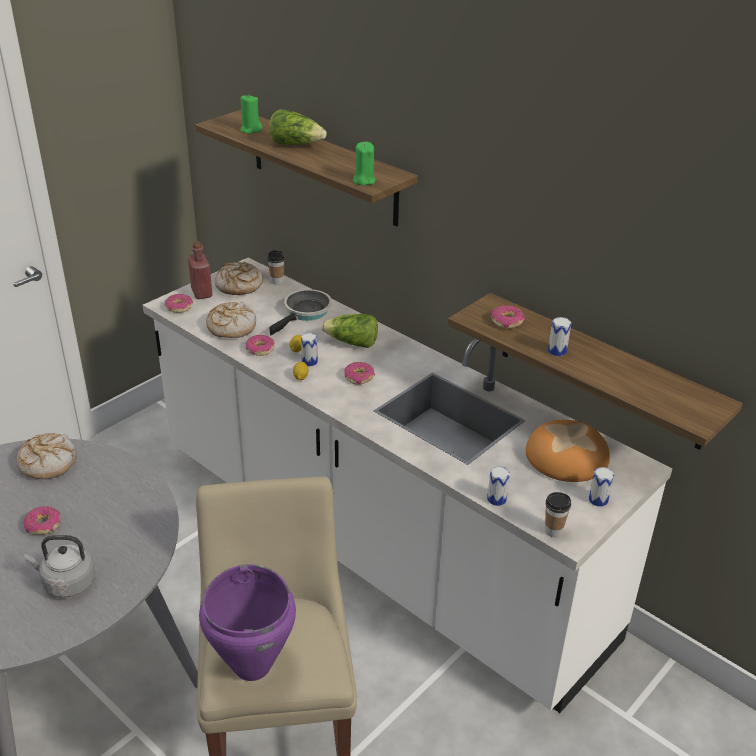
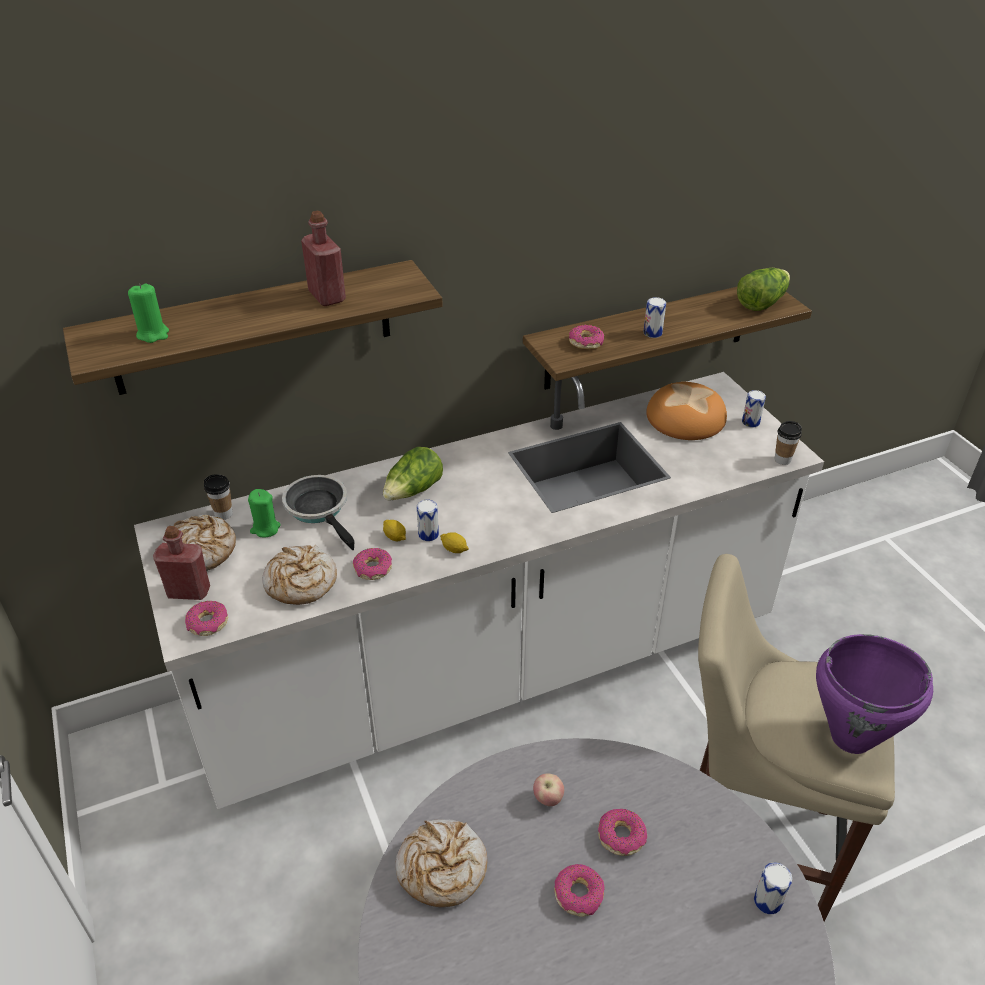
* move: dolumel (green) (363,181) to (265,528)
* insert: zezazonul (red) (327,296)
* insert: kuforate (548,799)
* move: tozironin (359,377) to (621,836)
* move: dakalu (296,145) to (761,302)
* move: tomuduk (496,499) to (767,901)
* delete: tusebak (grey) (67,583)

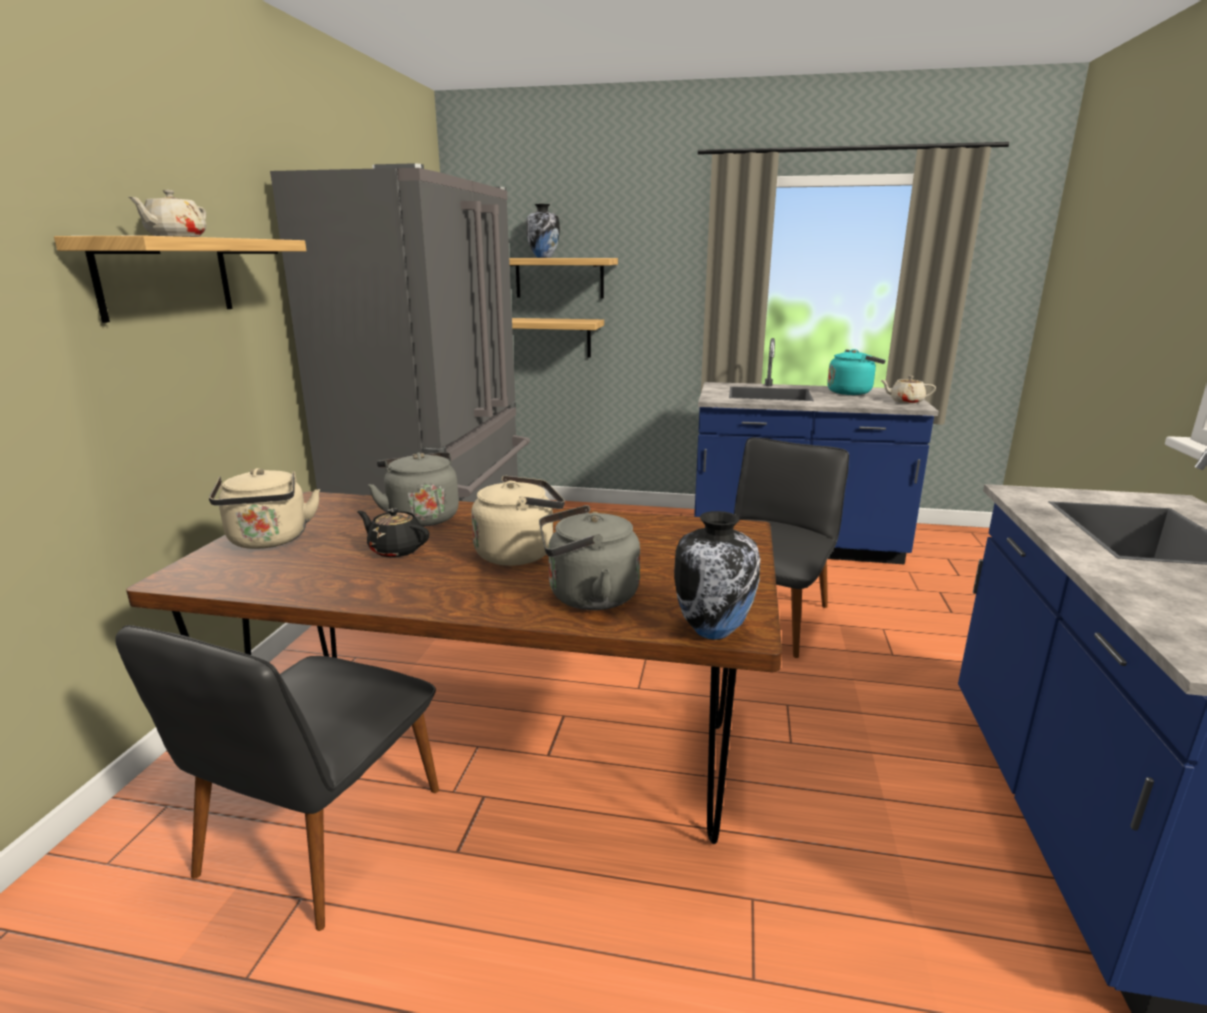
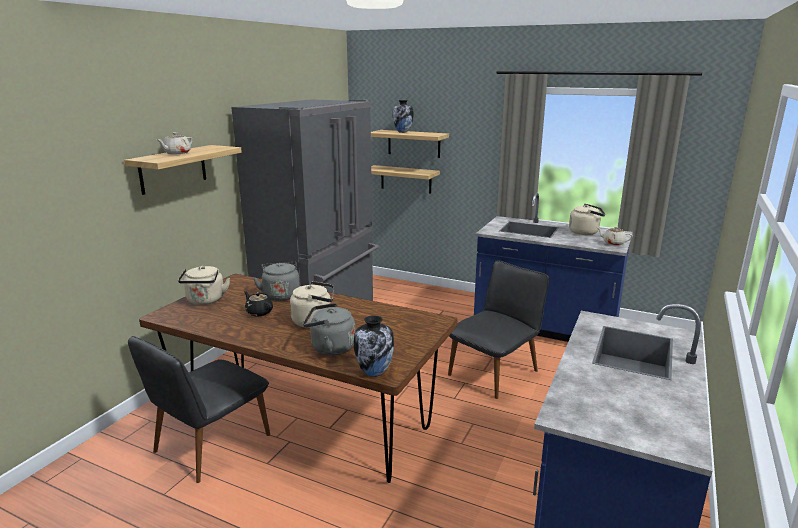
* recolor: tusebak (turquoise) (852,392) to tusebak (beige) (585,232)

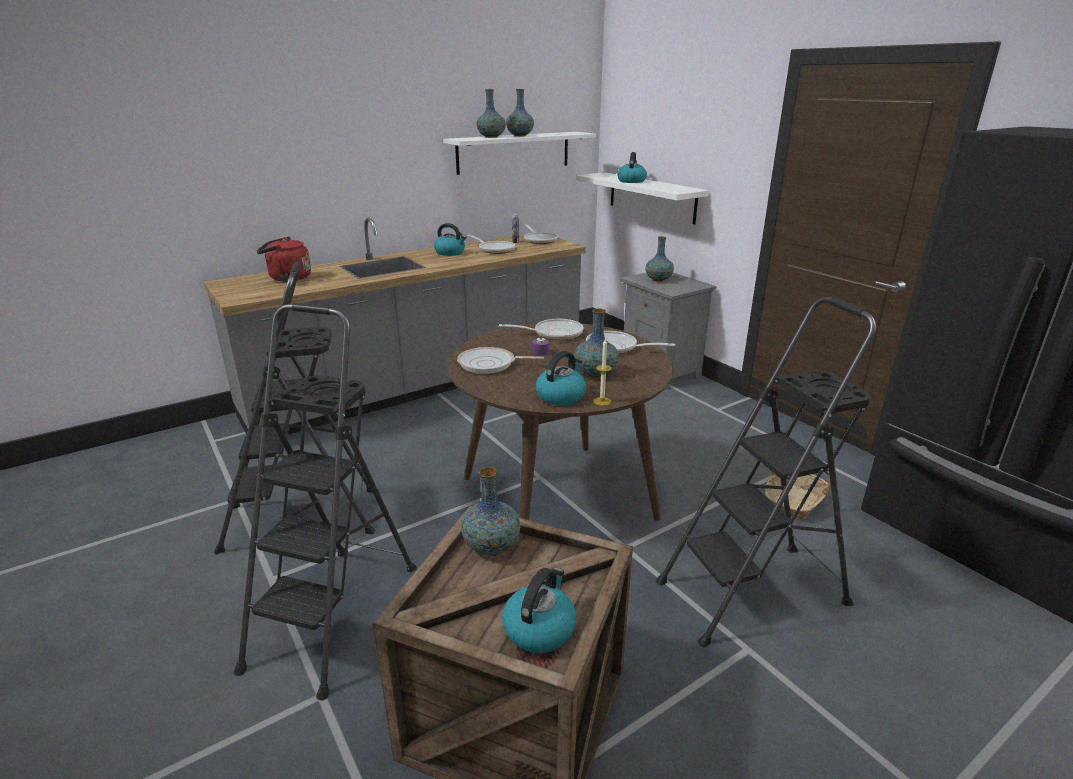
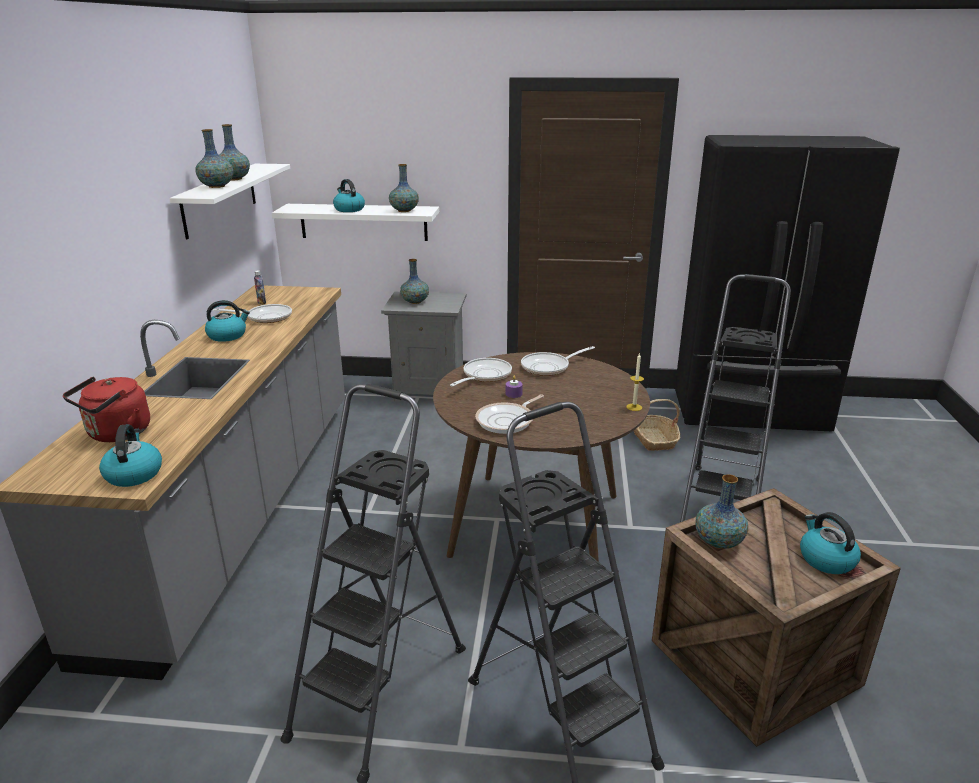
* move: tusebak (561,396) to (134,474)
* move: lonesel (595,373) to (404,210)
* delete: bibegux (539,240)

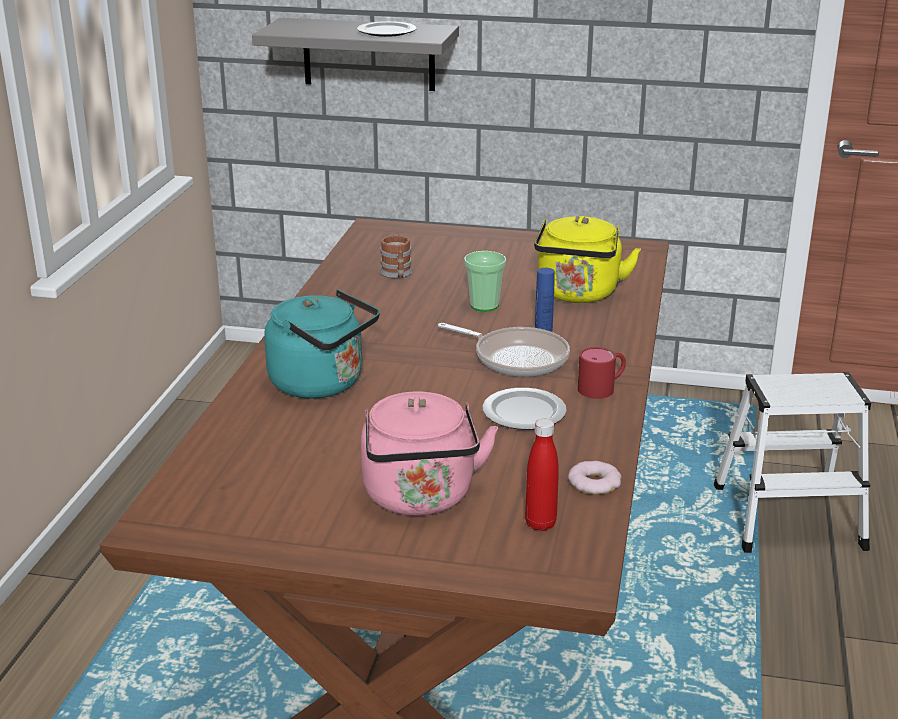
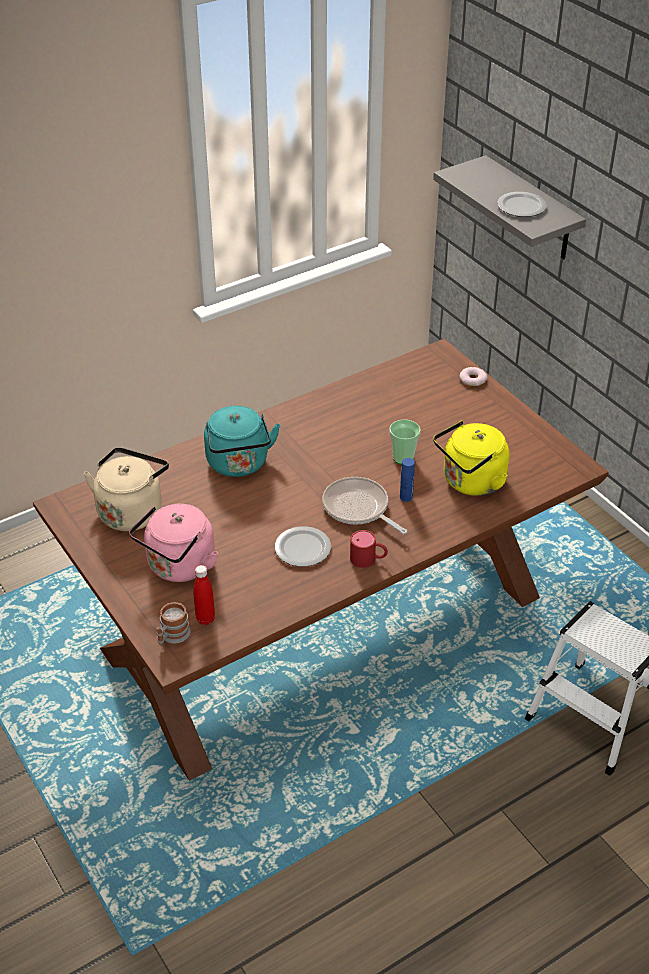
* insert: tusebak (beige) (131,511)
* move: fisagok (397,274) to (172,636)
* rotate: bibegux (516,357) = (358,508) 150 degrees clockwise
* move: tozironin (594,483) to (473,379)

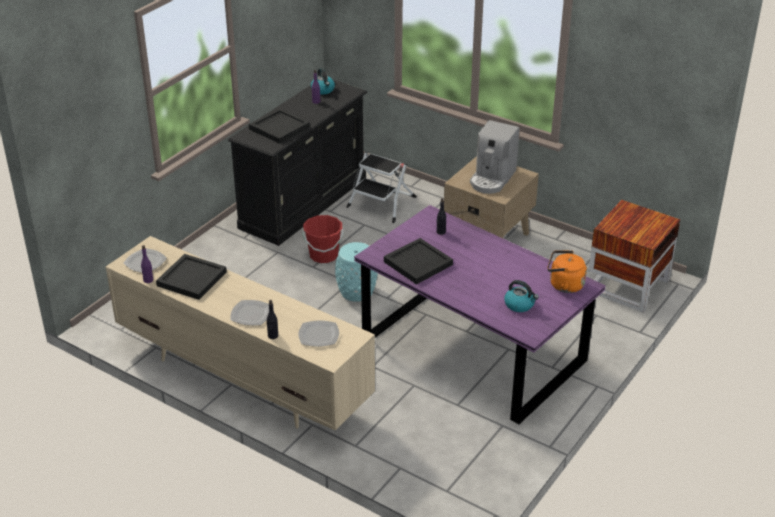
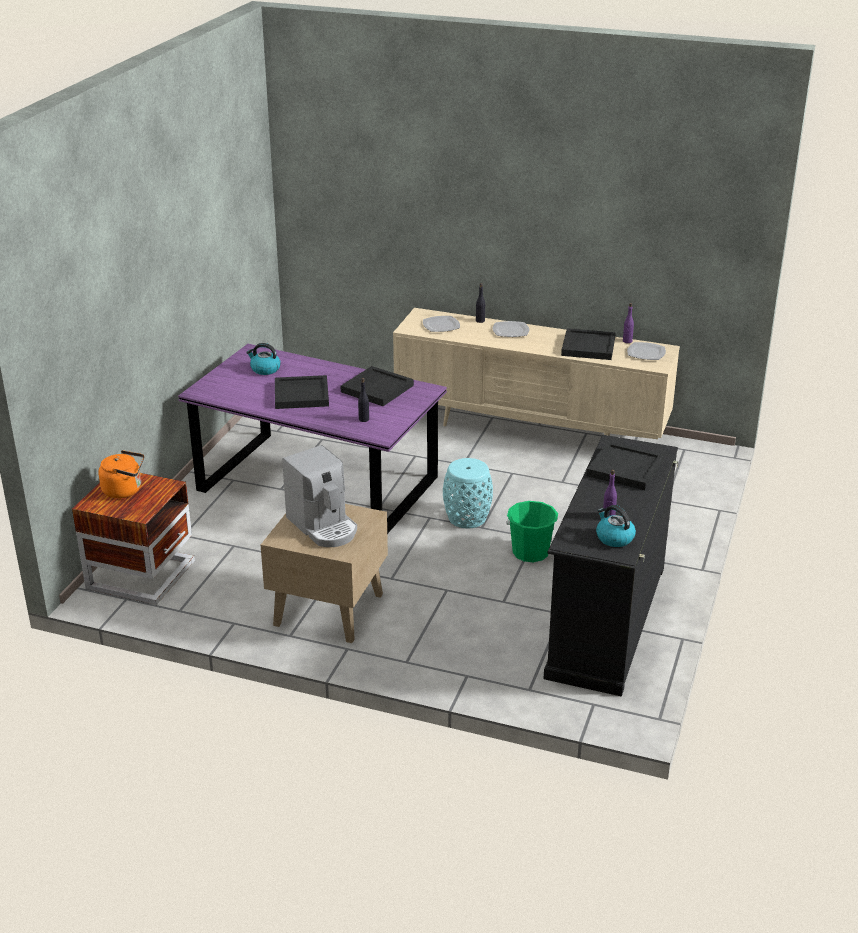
* move: tusebak (orange) (564,285) to (125,490)
* insert: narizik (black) (302,394)
* rotate: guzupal (492,179) = (323,526) 135 degrees clockwise
* recolor: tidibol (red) (323,255) to tidibol (green) (530,552)
* delete: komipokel (382,203)

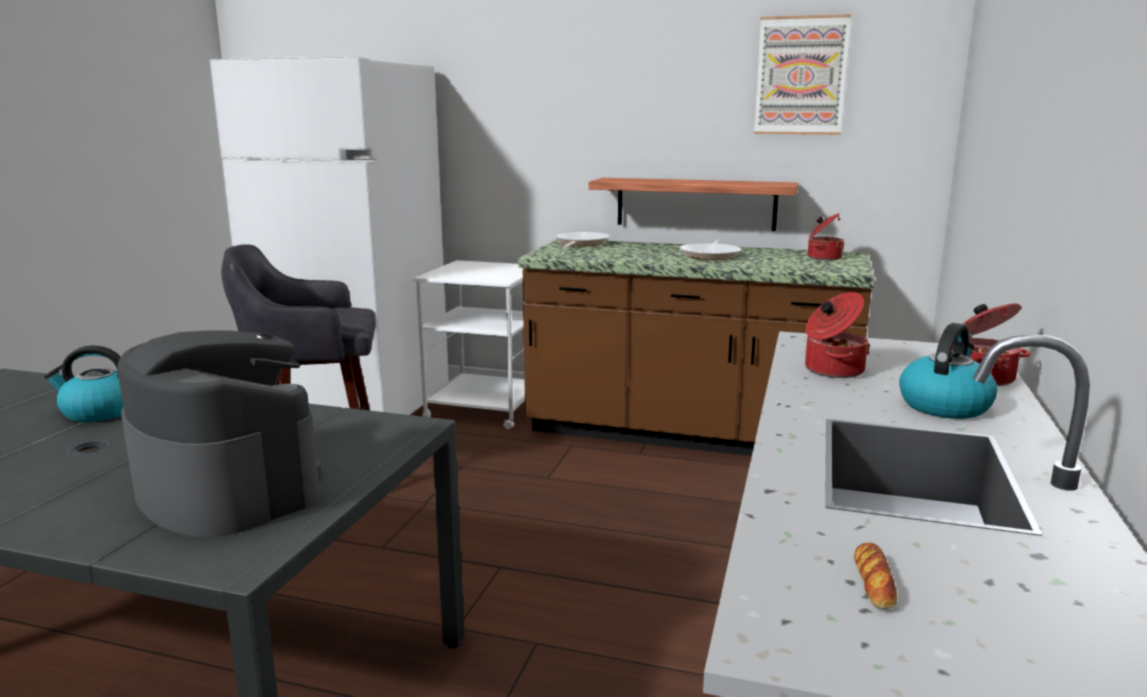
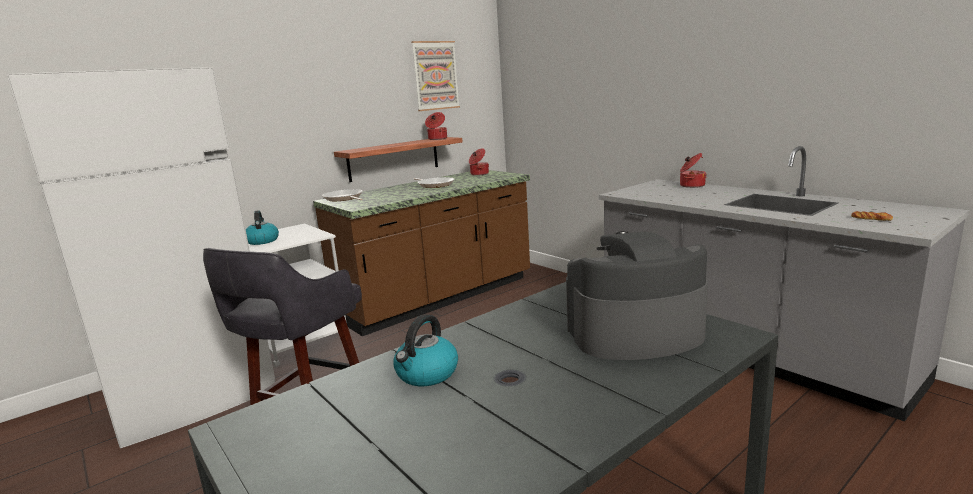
* move: tusebak (944,405) to (262,241)
* move: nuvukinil (832,370) to (437,139)

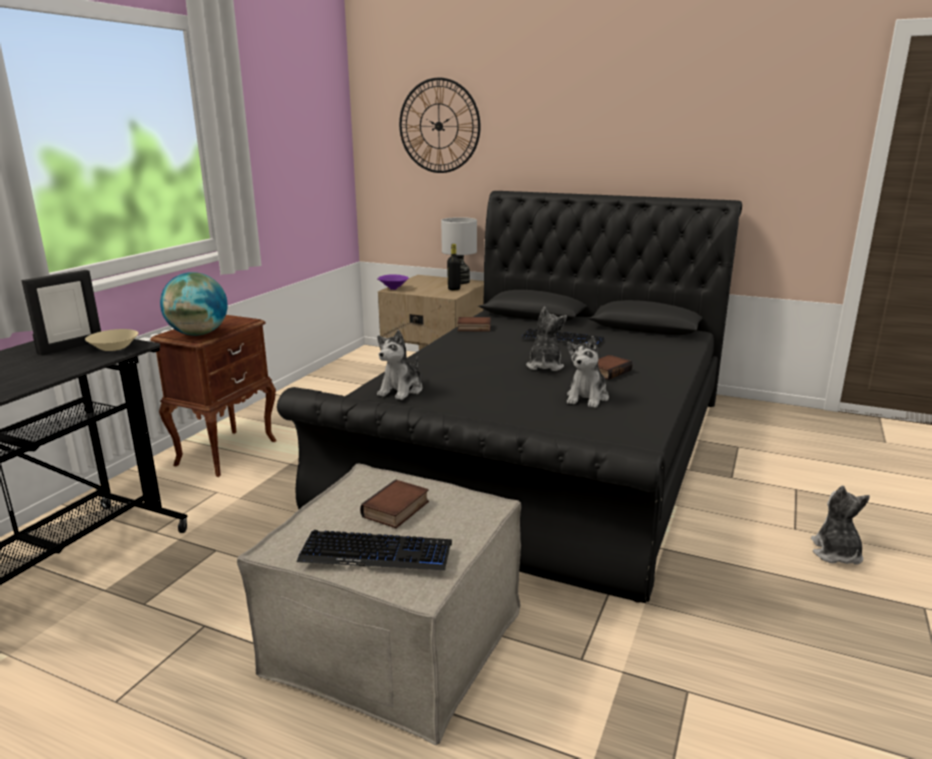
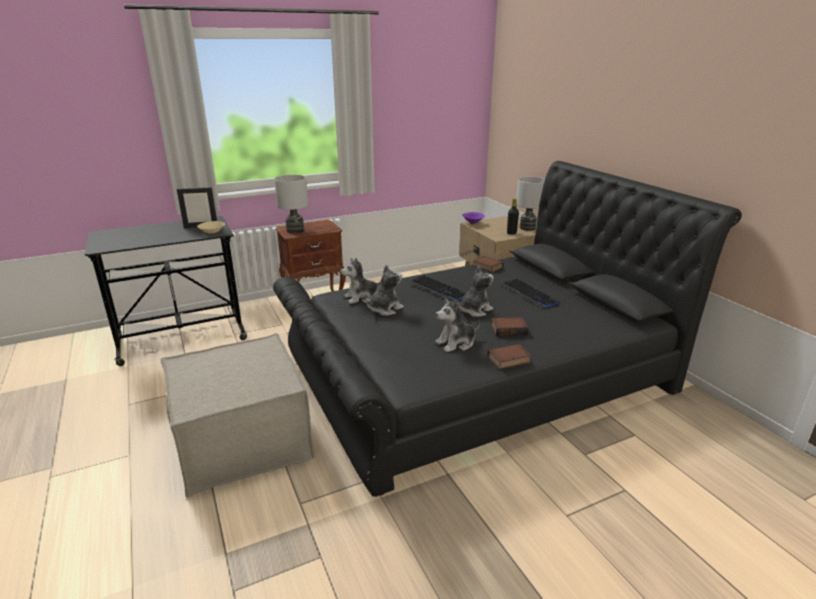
* replace: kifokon (198,334) to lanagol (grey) (295,230)
* move: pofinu (836,553) to (385,309)
* move: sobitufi (376,553) to (438,289)
* move: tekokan (396,510) to (509,360)
* delete: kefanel (439,126)

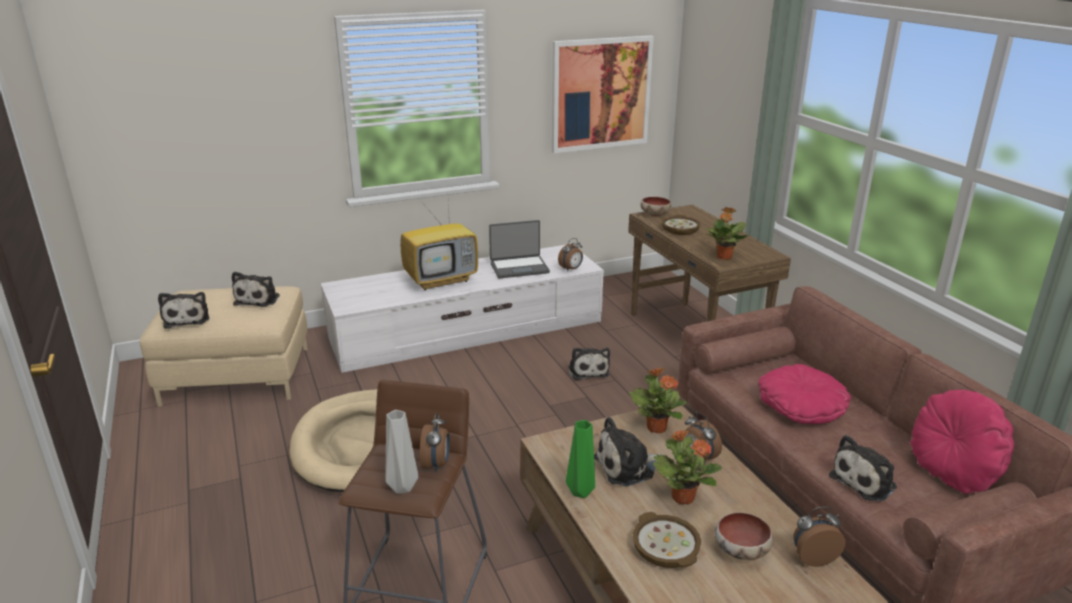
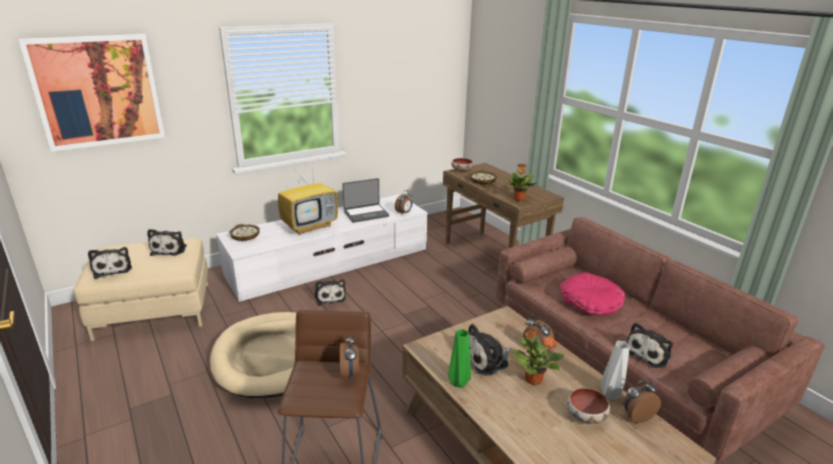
* move: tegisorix (601,94) to (98,91)
* move: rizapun (665,548) to (245,236)
* move: pofinu (588,370) to (329,297)
* move: lonesel (grey) (402,488) to (611,396)
* delete: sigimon (656,427)
* delete: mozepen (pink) (950,475)

